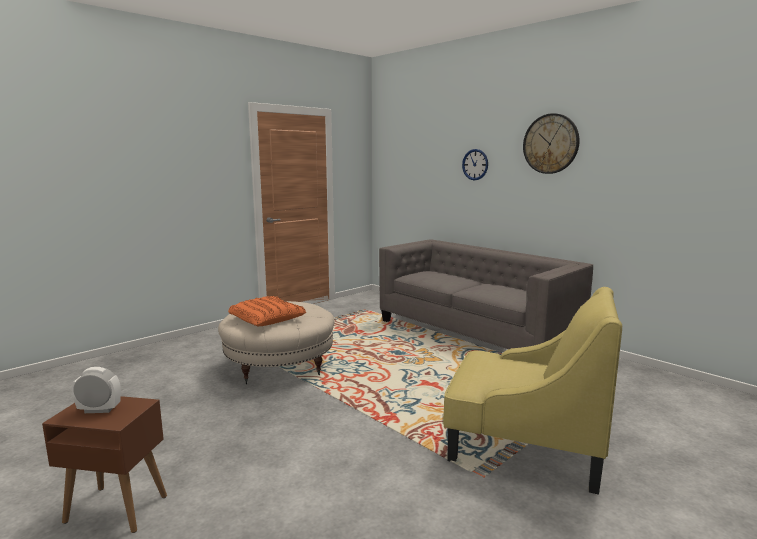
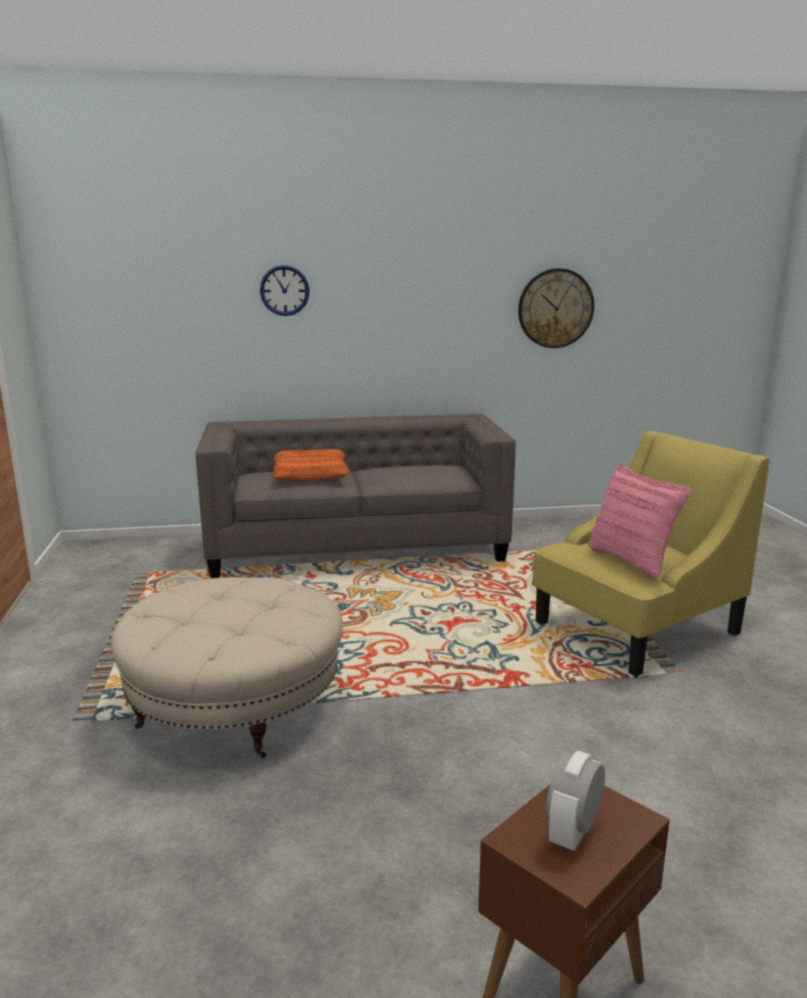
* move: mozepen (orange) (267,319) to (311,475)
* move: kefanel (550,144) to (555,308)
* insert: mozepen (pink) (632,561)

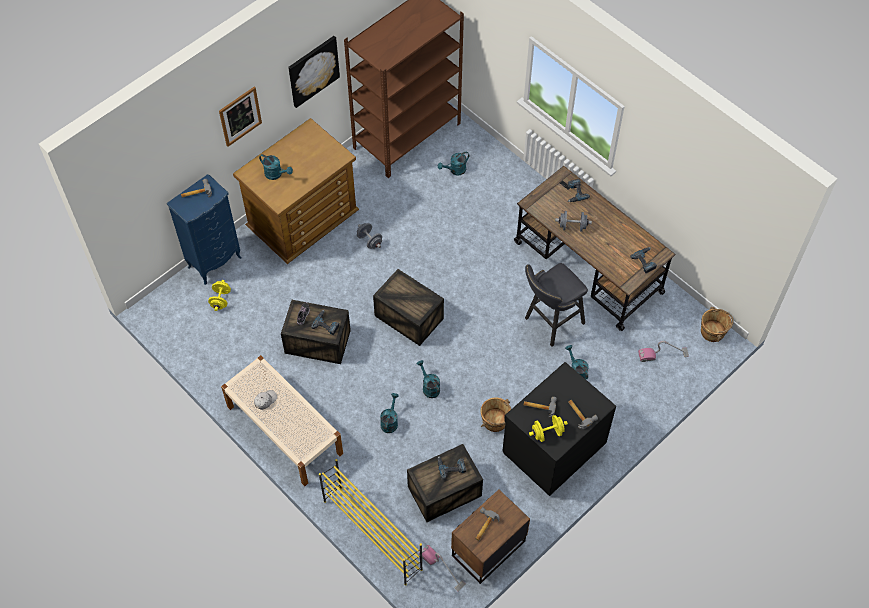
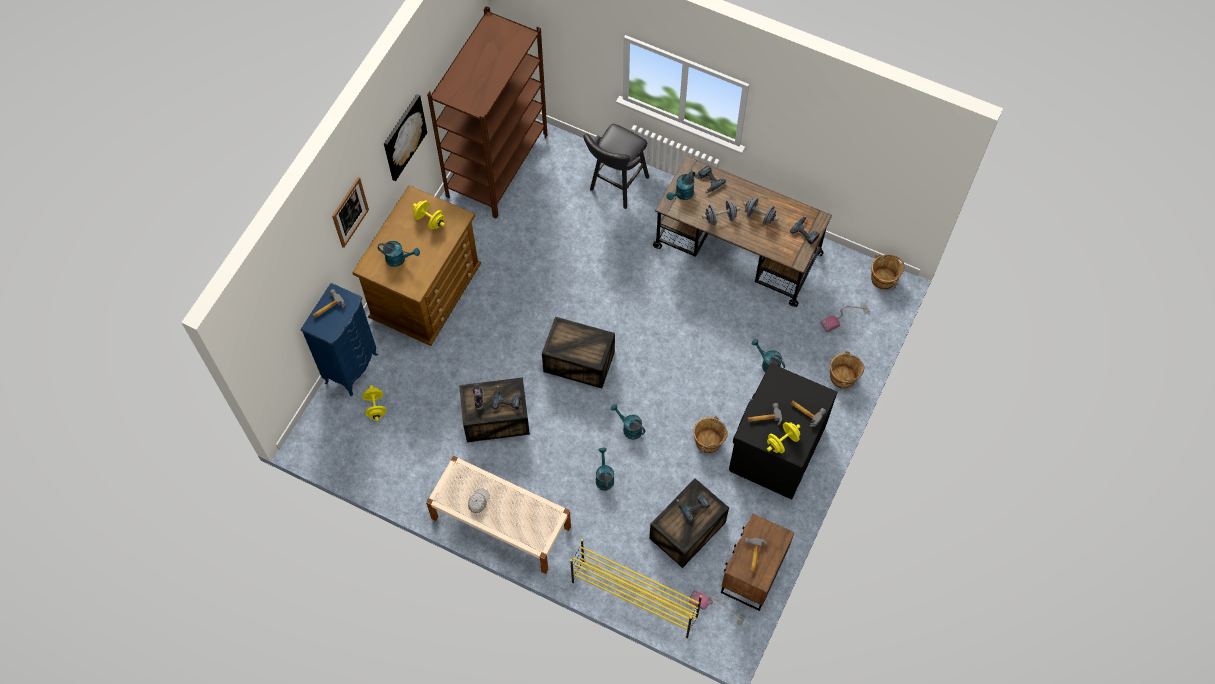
* insert: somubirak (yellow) (429,220)
* move: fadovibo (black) (549,324) to (615,188)
* move: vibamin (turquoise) (455,170) to (682,194)
* move: somubirak (grey) (369,241) to (759,216)
* insert: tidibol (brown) (843,377)

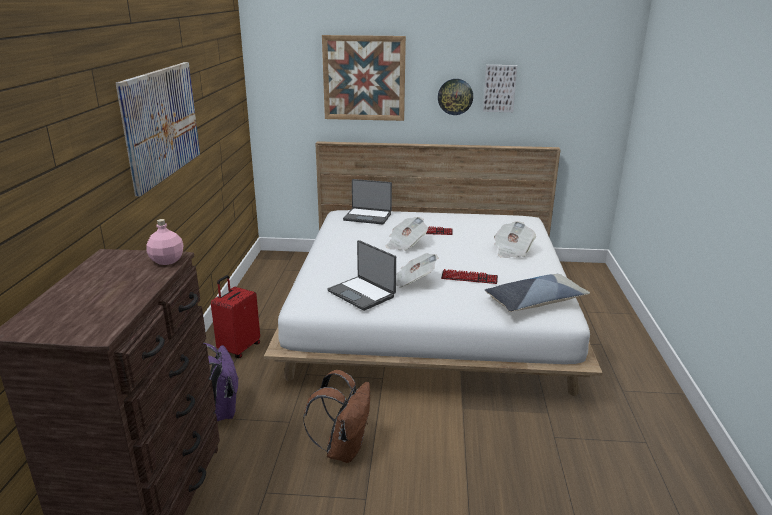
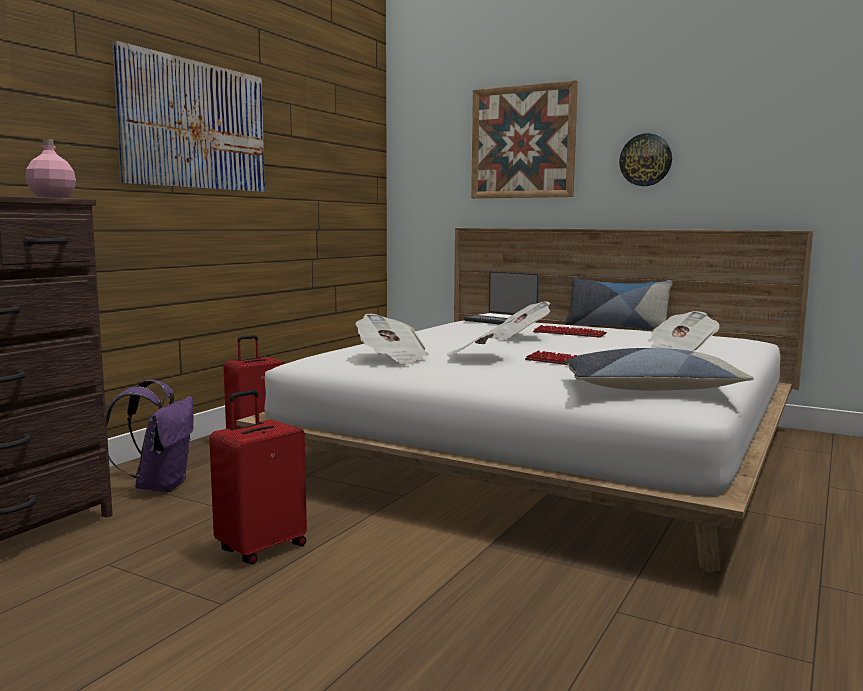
* replace: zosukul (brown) (343,449) to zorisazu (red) (261,548)
* replace: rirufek (362,293) to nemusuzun (392,358)
* insert: mozepen (616,327)
* delete: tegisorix (499,88)

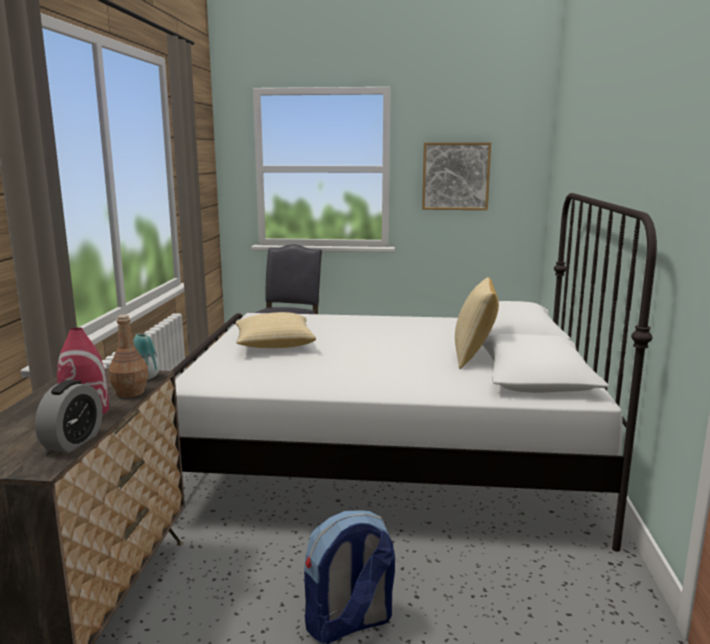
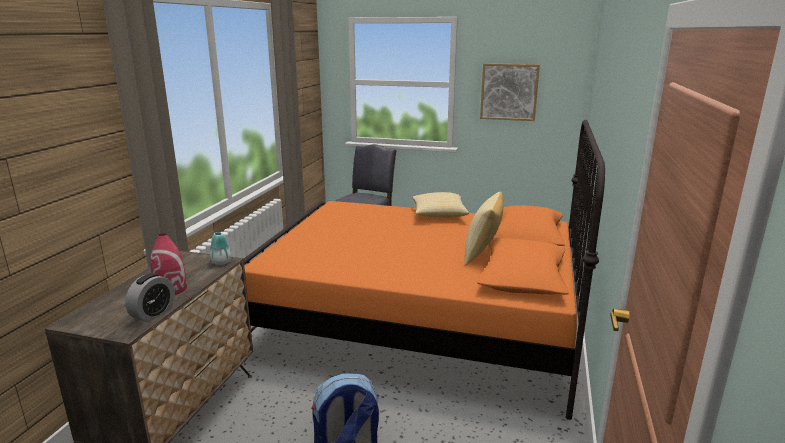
* recolor: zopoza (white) (389,457) to zopoza (orange) (420,323)
* move: mozepen (274,345) to (438,215)
* delete: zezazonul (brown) (130,392)

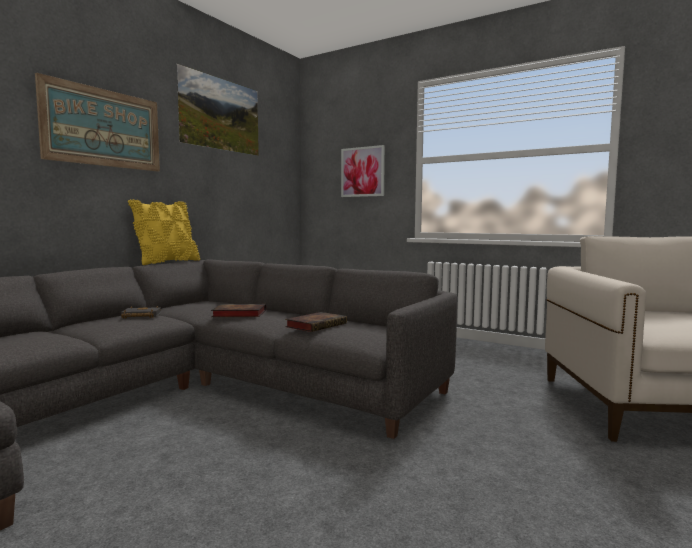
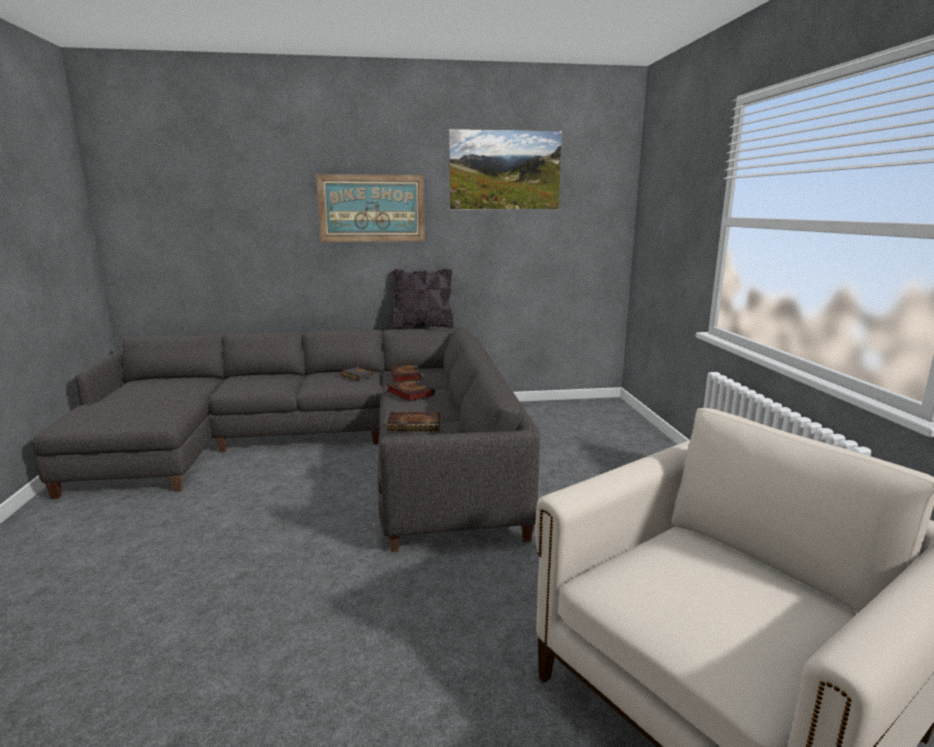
* insert: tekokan (405,375)
* recolor: mozepen (yellow) (167,262) to mozepen (black) (423,326)
* delete: tegisorix (362,172)

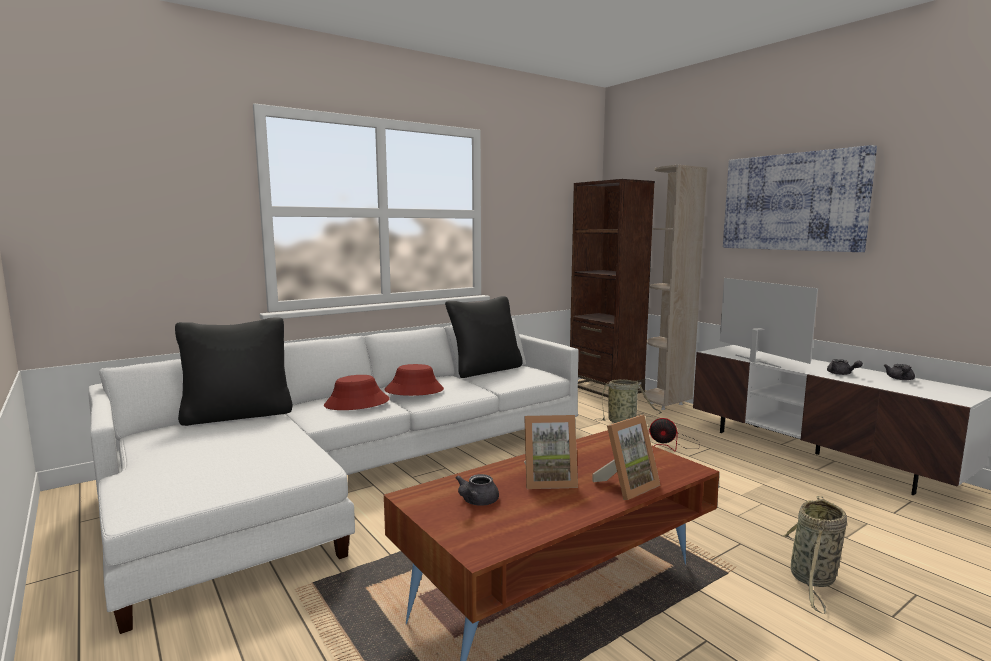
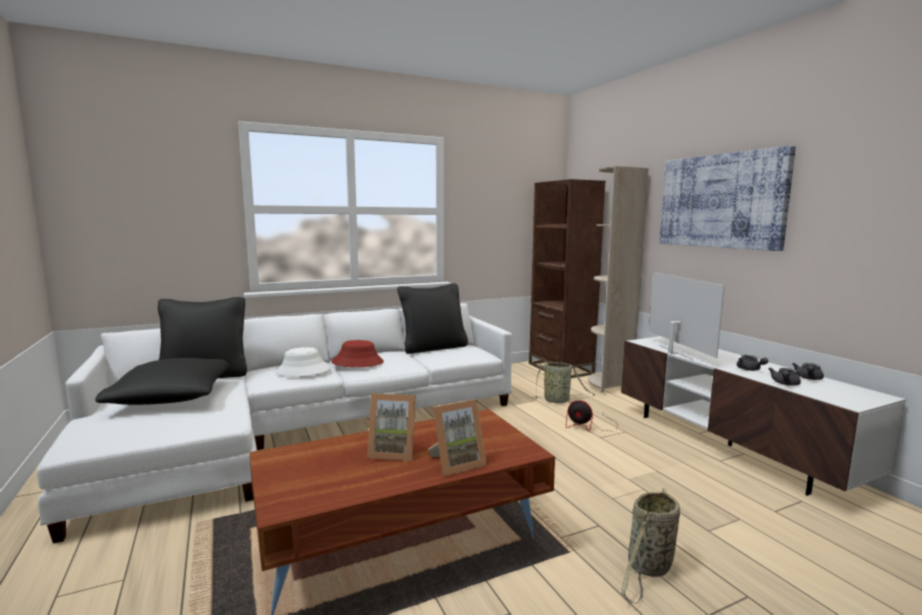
* insert: mozepen (black) (171,397)
* recolor: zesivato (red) (357,403) to zesivato (white) (303,371)
* move: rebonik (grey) (476,502) to (785,384)

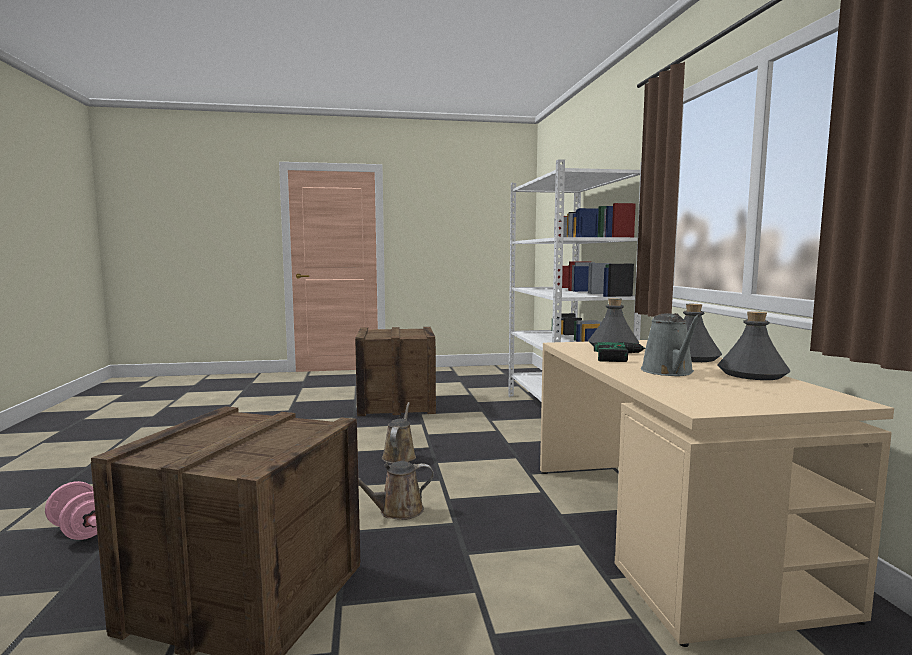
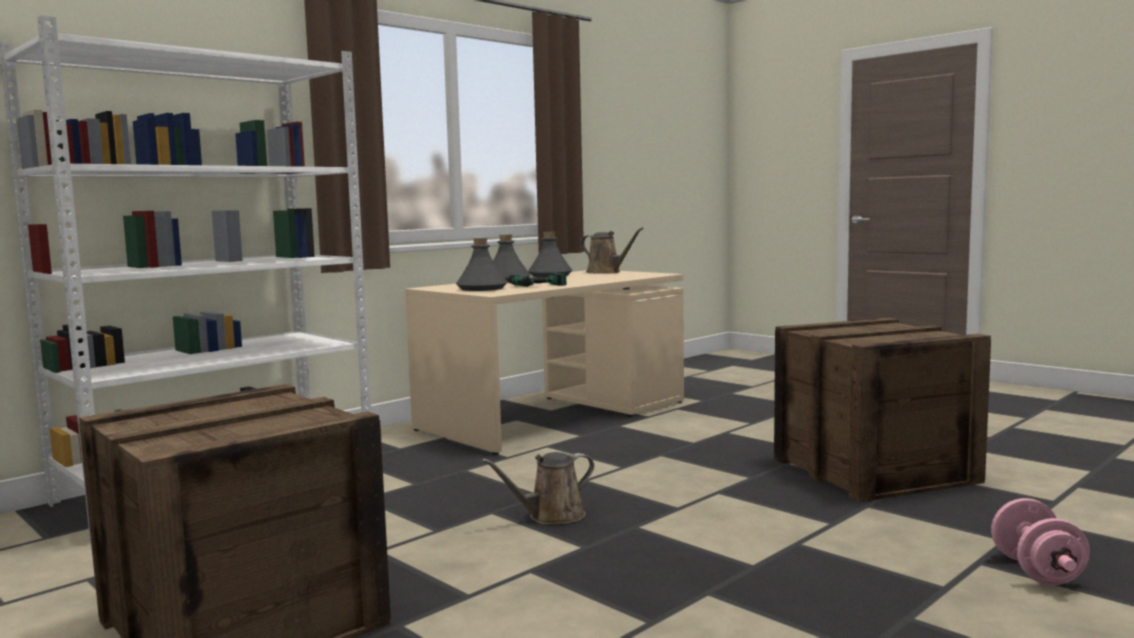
* move: vibamin (brown) (396,511) to (606,272)
* delete: vibamin (grey) (669,372)

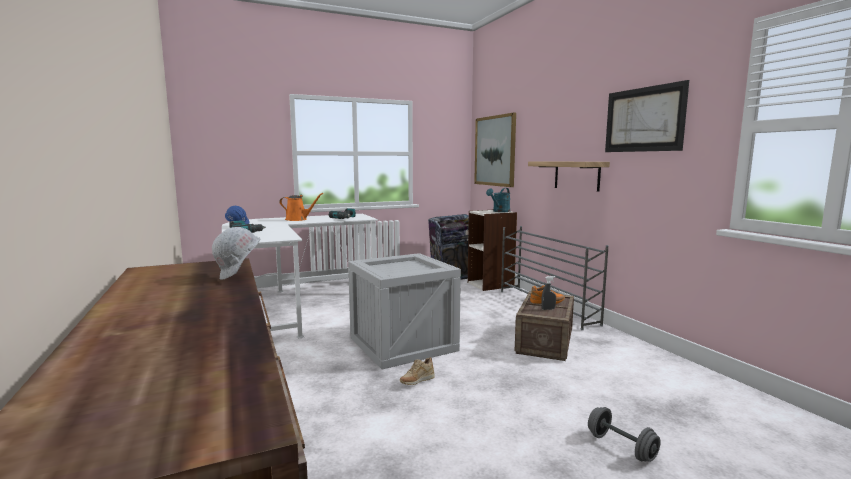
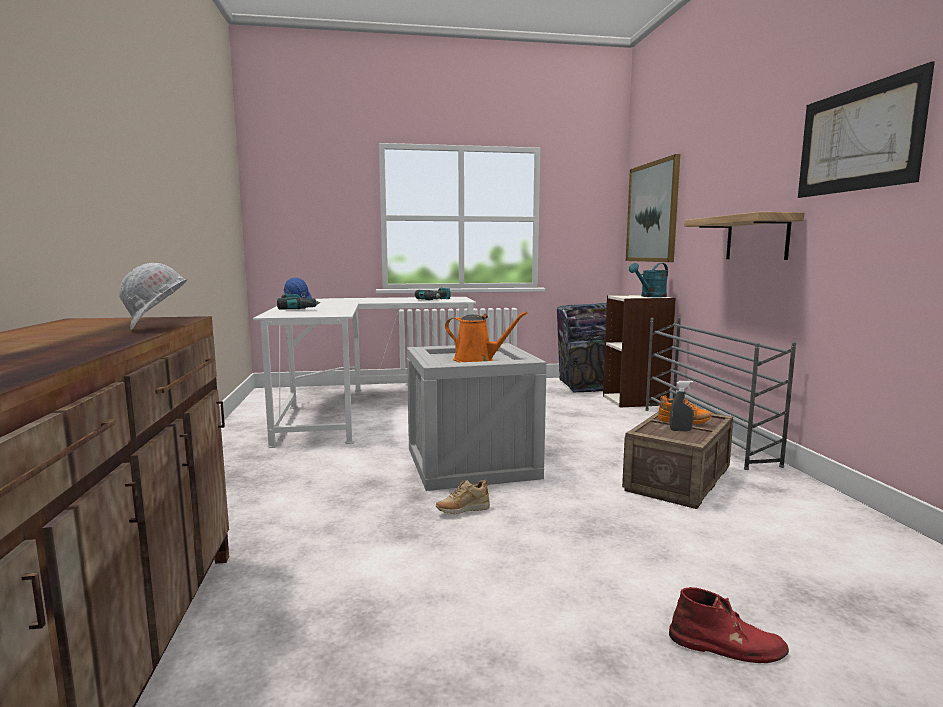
* move: vibamin (orange) (298,219) to (477,360)
* replace: somubirak (grey) (621,447) to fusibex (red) (728,646)

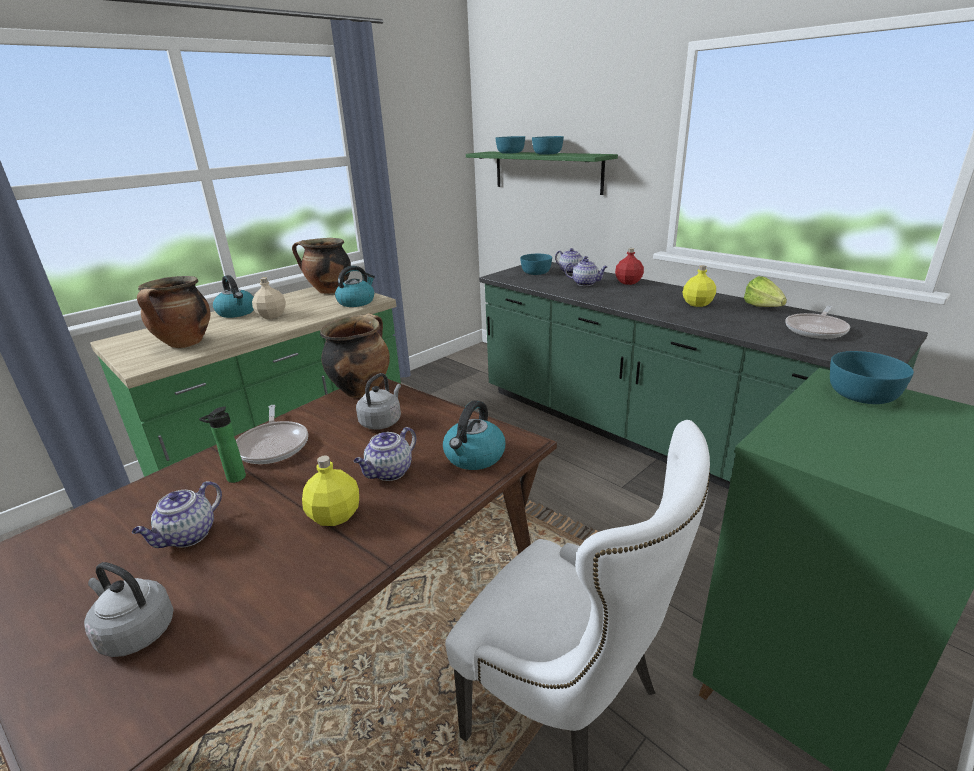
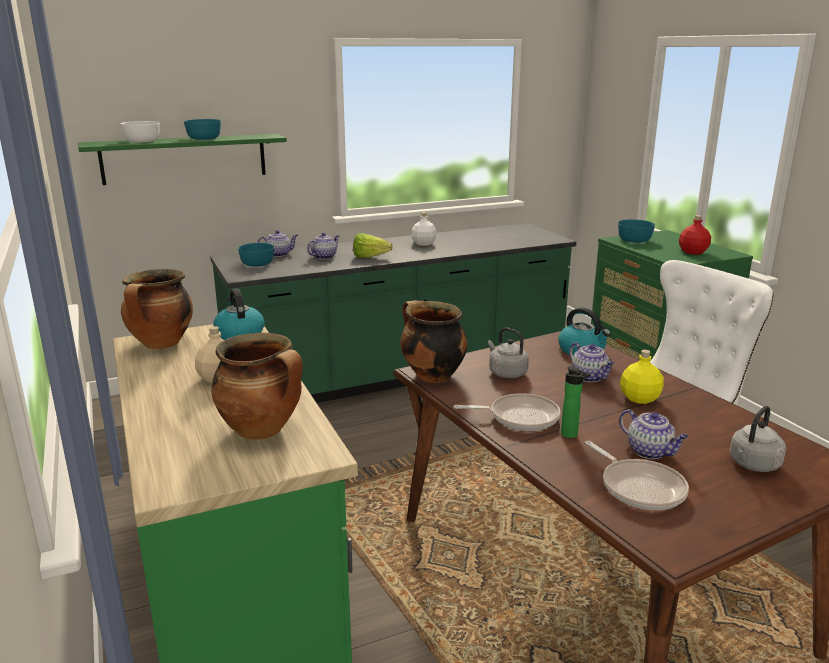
* recolor: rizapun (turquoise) (510,153) to rizapun (white) (142,141)
* move: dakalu (764,308) to (373,257)
* recolor: zezazonul (yellow) (697,304) to zezazonul (white) (423,243)
* move: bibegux (816,329) to (639,487)
* move: zezazonul (red) (628,282) to (693,252)
* delete: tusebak (237,312)

